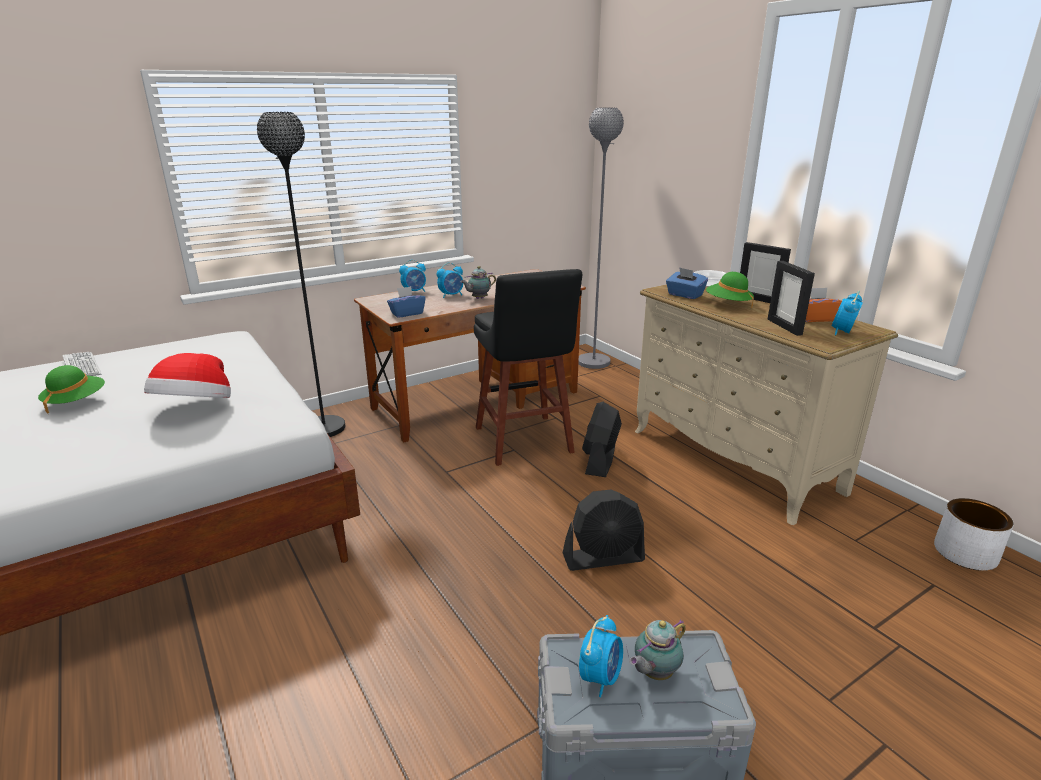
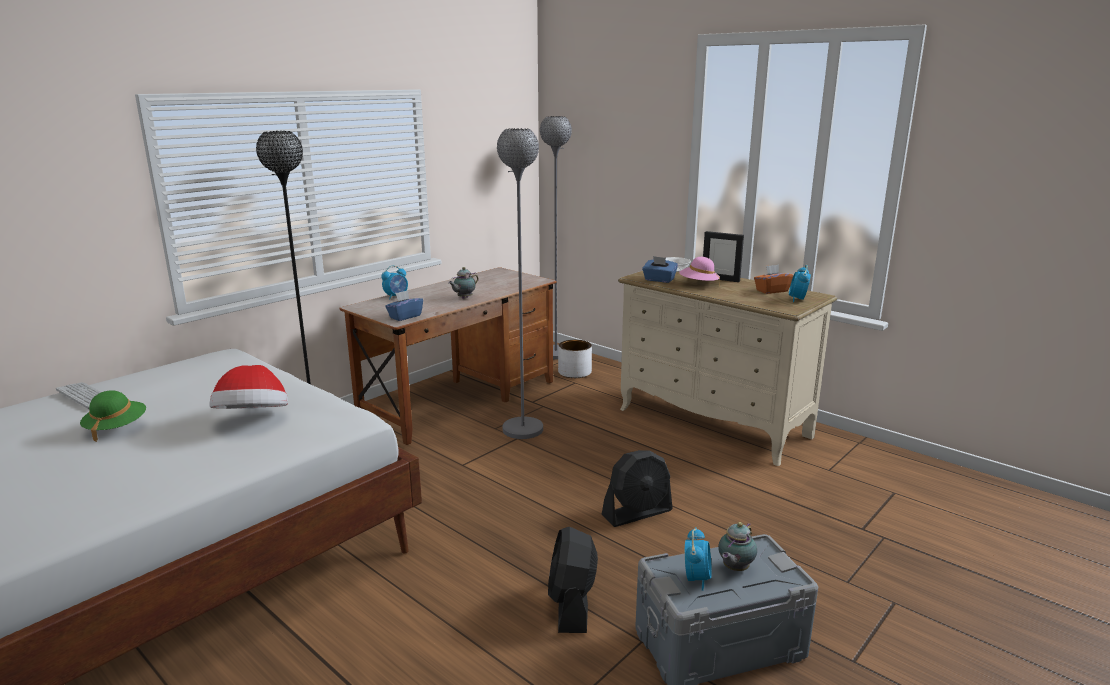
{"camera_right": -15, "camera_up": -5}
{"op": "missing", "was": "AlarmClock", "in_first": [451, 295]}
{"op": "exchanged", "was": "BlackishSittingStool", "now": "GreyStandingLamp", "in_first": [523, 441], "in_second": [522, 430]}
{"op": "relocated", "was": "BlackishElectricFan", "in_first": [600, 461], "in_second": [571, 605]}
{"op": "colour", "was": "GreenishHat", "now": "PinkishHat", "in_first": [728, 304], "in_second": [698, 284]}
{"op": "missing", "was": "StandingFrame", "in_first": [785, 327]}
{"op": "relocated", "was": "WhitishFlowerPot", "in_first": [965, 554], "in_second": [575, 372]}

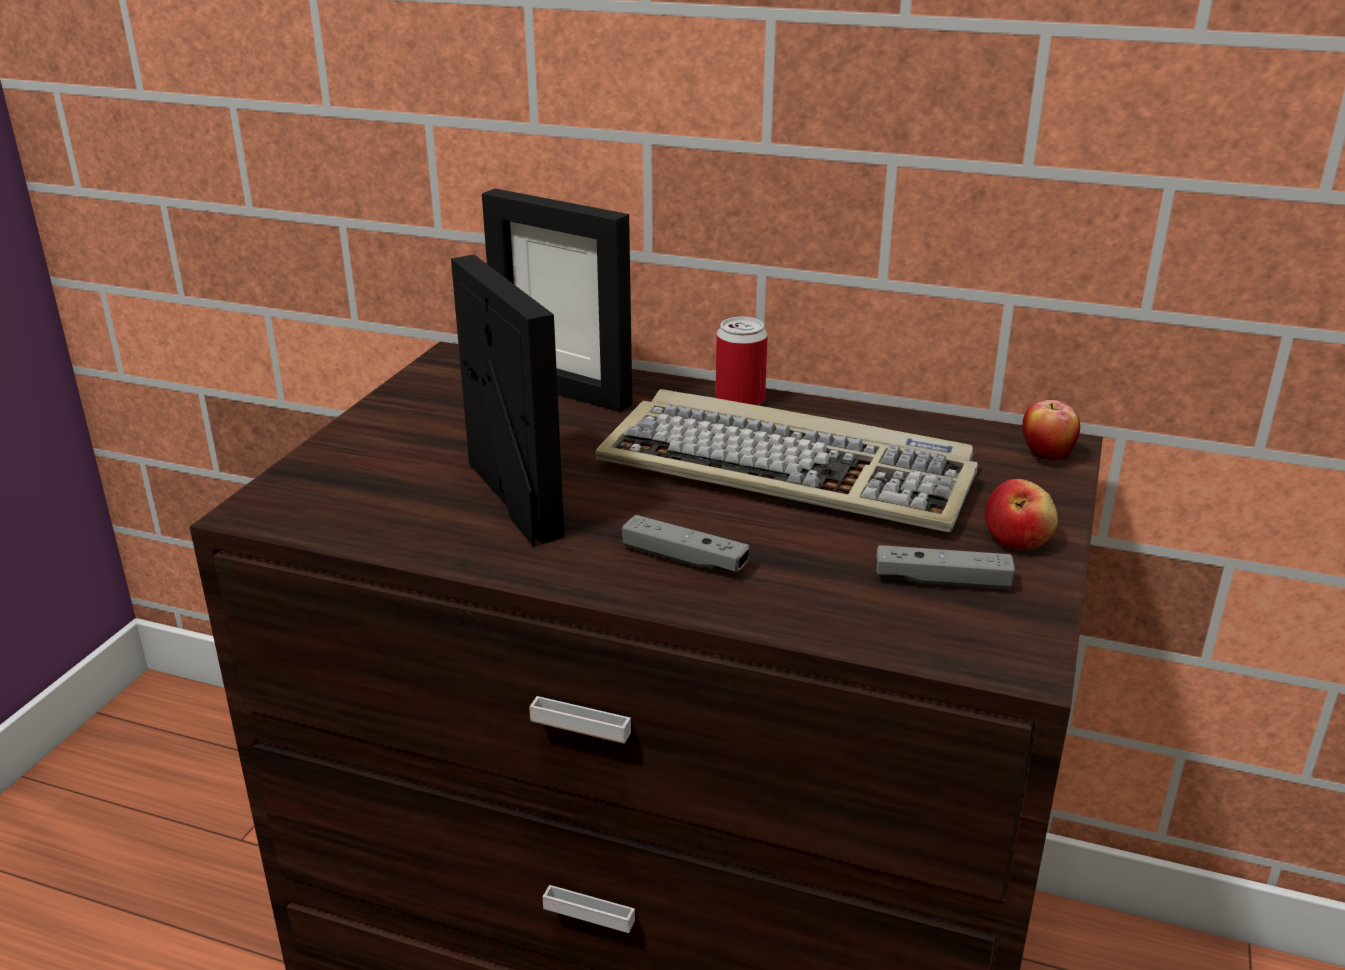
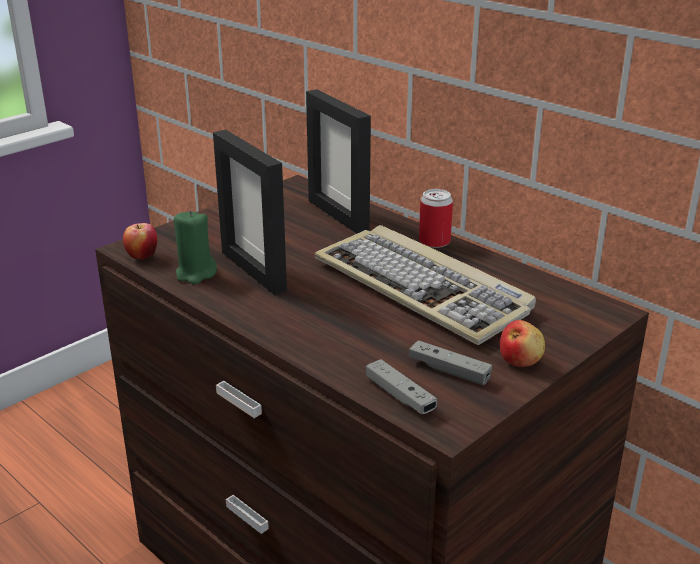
{"camera_right": 25, "camera_up": 0}
{"op": "spun", "was": "StandingFrame", "in_first": [510, 500], "in_second": [255, 270], "clockwise": 150}
{"op": "relocated", "was": "GreyGameController", "in_first": [684, 558], "in_second": [400, 396]}
{"op": "relocated", "was": "AppleFruit", "in_first": [1045, 457], "in_second": [142, 257]}
{"op": "appeared", "now": "GreenishWaxLight", "in_second": [196, 274]}

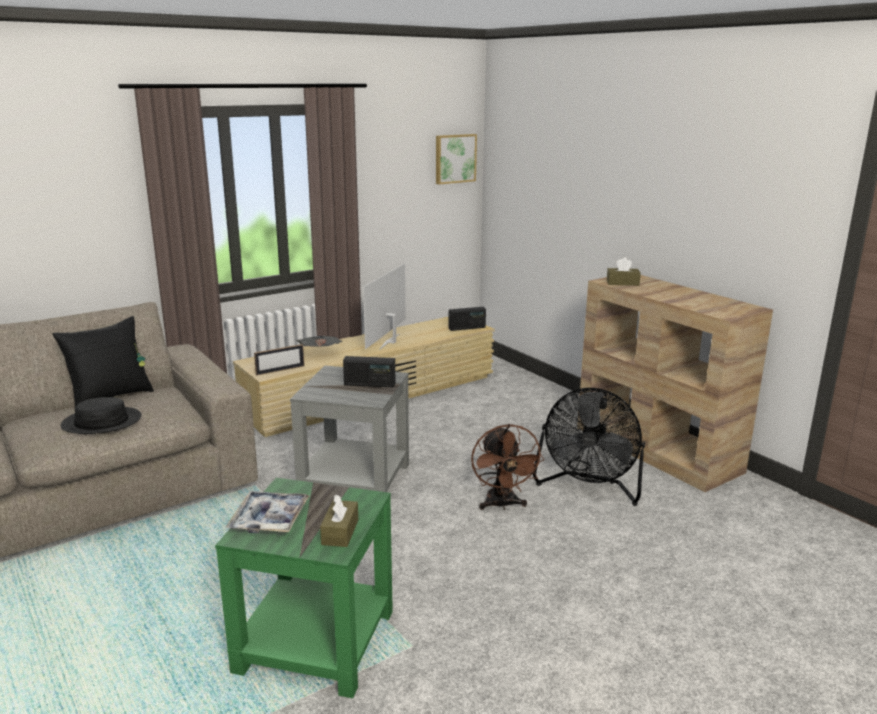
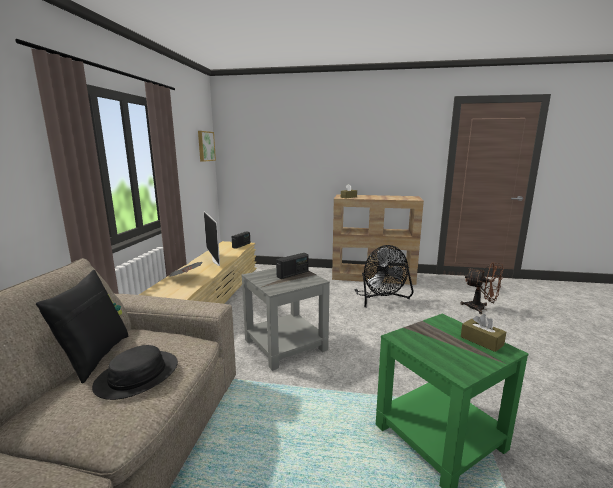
{"camera_right": -45, "camera_up": -5}
{"op": "missing", "was": "ServingTray", "in_first": [269, 519]}
{"op": "missing", "was": "StandingFrame", "in_first": [280, 370]}
{"op": "relocated", "was": "BrownishElectricFan", "in_first": [502, 505], "in_second": [481, 309]}

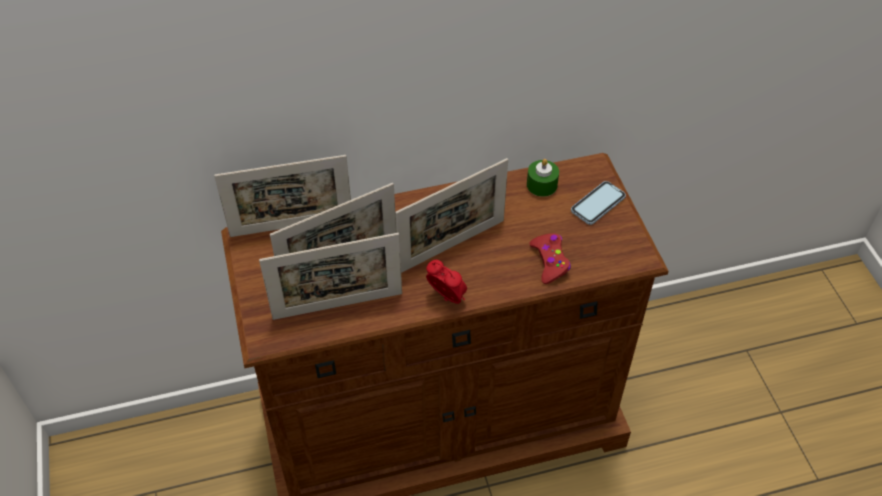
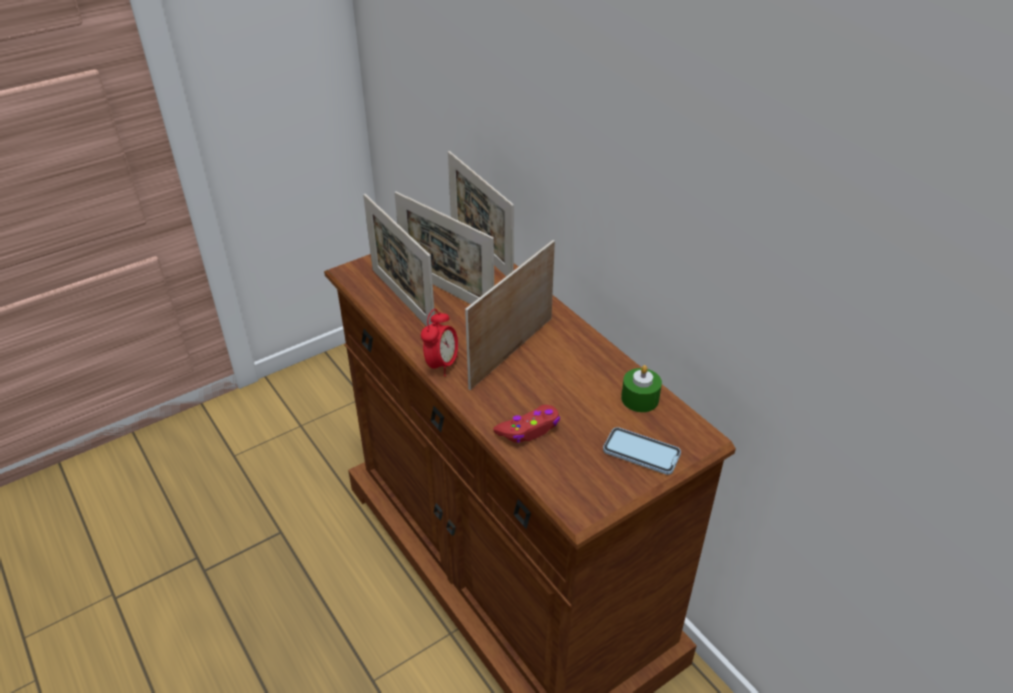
{"camera_right": 70, "camera_up": -10}
{"op": "spun", "was": "StandingFrame", "in_first": [452, 246], "in_second": [511, 352], "clockwise": 90}

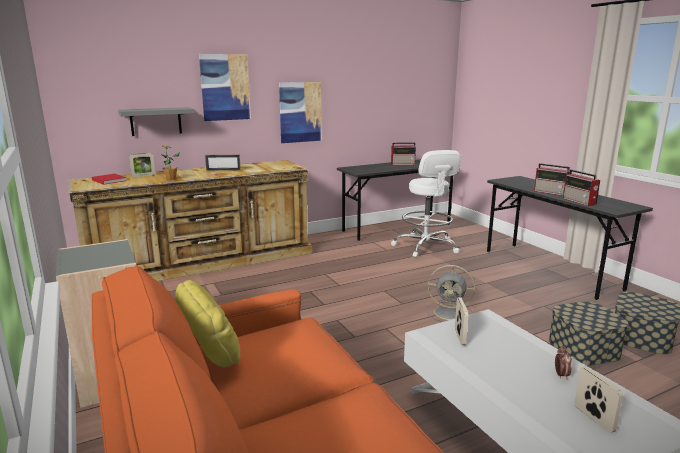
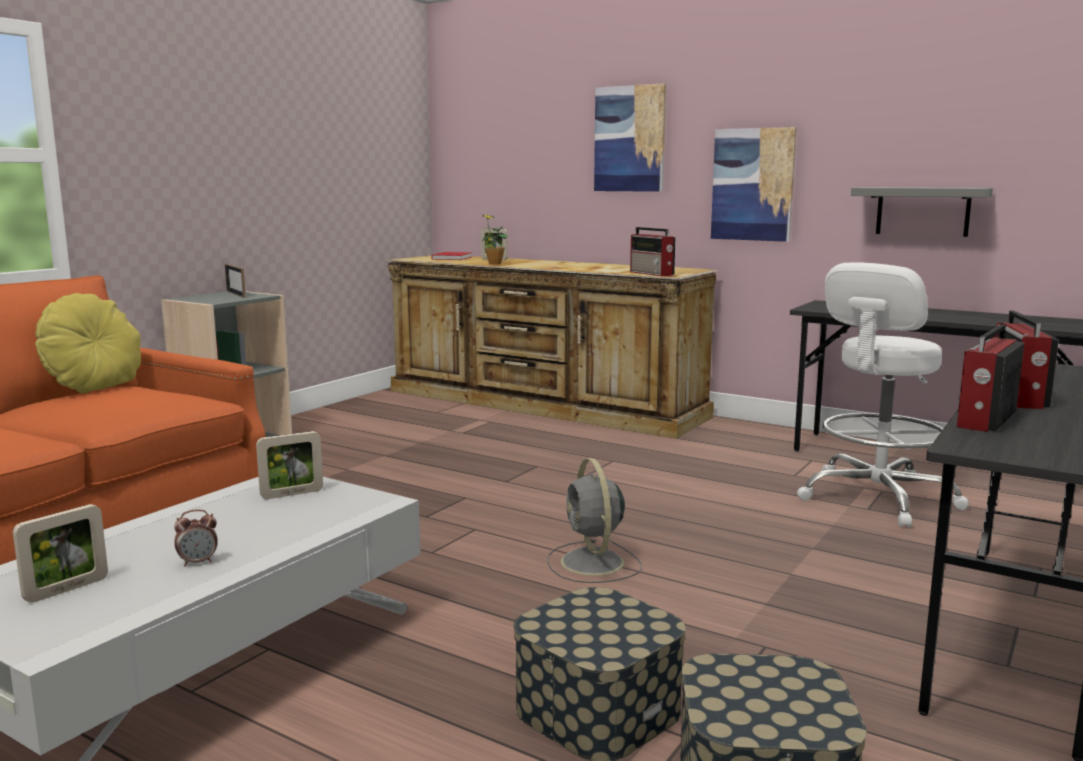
{"camera_right": 60, "camera_up": -5}
{"op": "relocated", "was": "GreyBracketShelf", "in_first": [156, 121], "in_second": [922, 211]}
{"op": "relocated", "was": "StandingFrame", "in_first": [223, 170], "in_second": [236, 294]}
{"op": "relocated", "was": "RadioReceiver", "in_first": [403, 164], "in_second": [652, 273]}

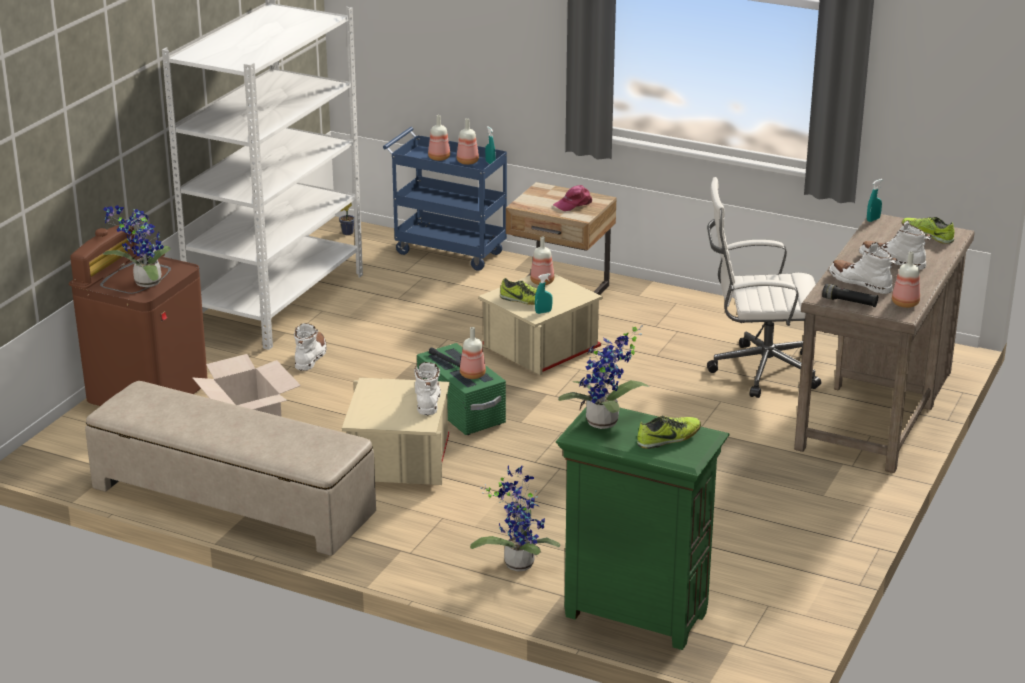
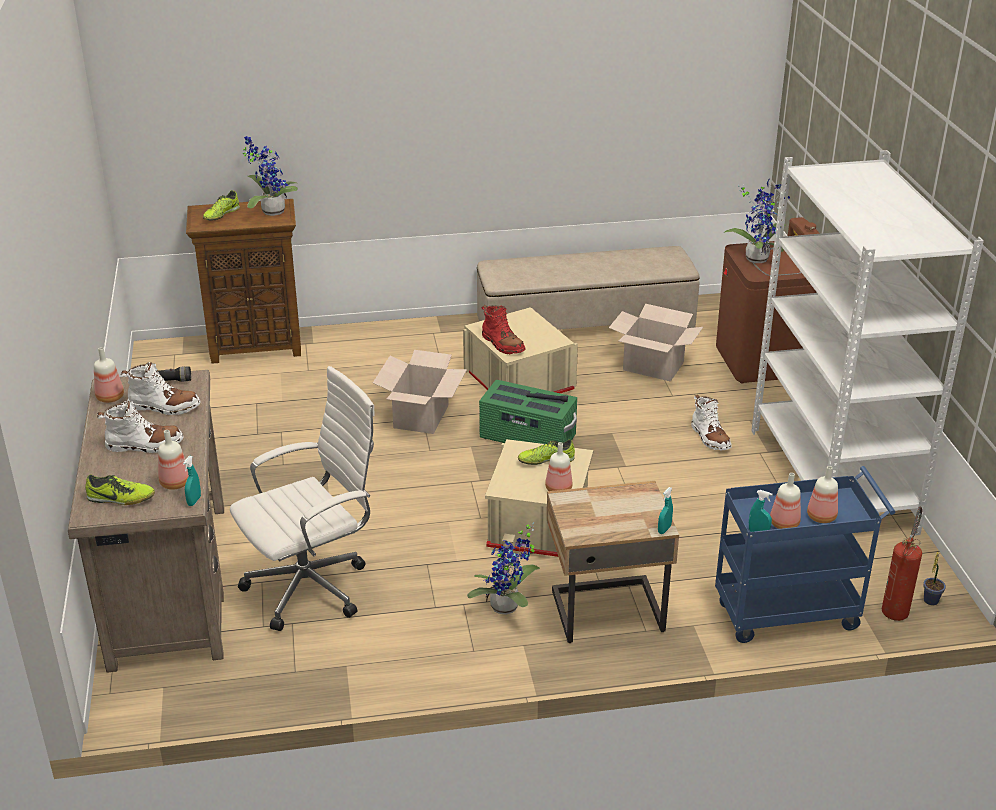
{"camera_right": 145, "camera_up": 5}
{"op": "colour", "was": "WhitishTallBoot", "now": "ReddishTallBoot", "in_first": [427, 399], "in_second": [502, 344]}
{"op": "relocated", "was": "Bottle", "in_first": [471, 375], "in_second": [176, 483]}
{"op": "relocated", "was": "PottedPlant", "in_first": [518, 562], "in_second": [507, 608]}
{"op": "relocated", "was": "TurquoiseSprayer", "in_first": [543, 312], "in_second": [664, 529]}
{"op": "missing", "was": "PinkishPeakedCap", "in_first": [573, 204]}
{"op": "colour", "was": "GreenishCupboard", "now": "BrownishCupboard", "in_first": [633, 615], "in_second": [257, 347]}
{"op": "appeared", "now": "PackingBox", "in_second": [420, 416]}
{"op": "appeared", "now": "Extinguisher", "in_second": [896, 608]}

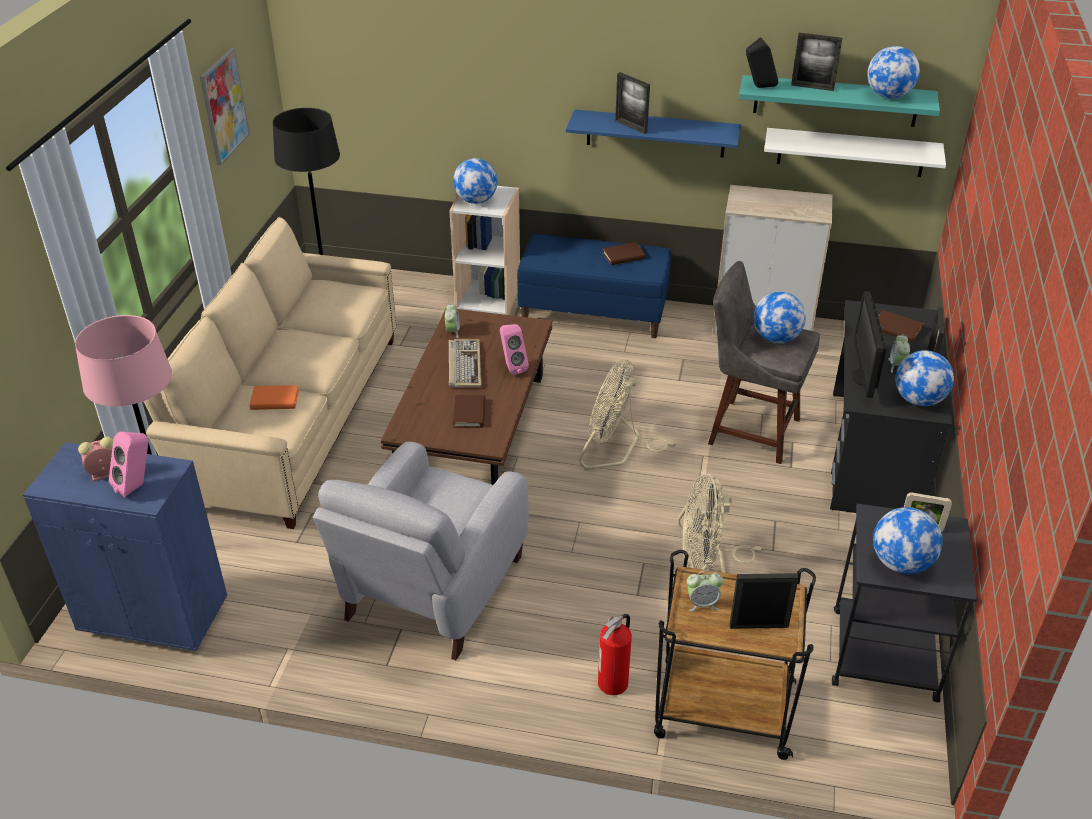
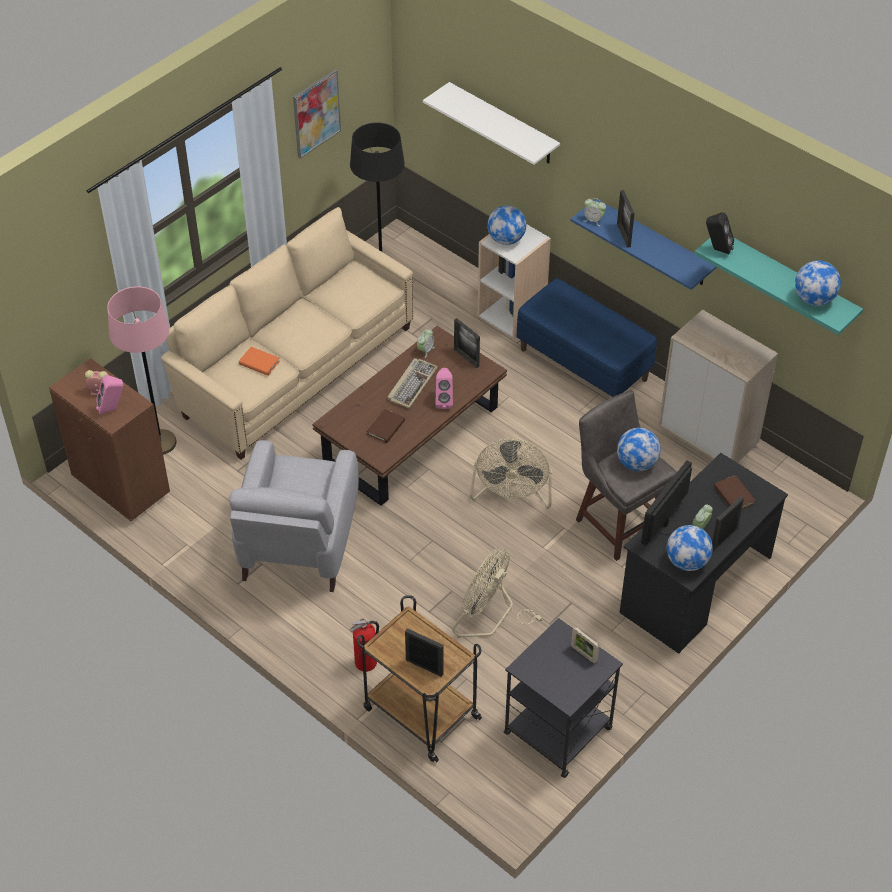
{"camera_right": 30, "camera_up": 10}
{"op": "colour", "was": "BlueColouredCupboard", "now": "BrownishCupboard", "in_first": [152, 619], "in_second": [120, 487]}
{"op": "spun", "was": "GreyArmchair", "in_first": [431, 592], "in_second": [297, 547], "clockwise": -45}
{"op": "spun", "was": "BeigeColouredElectricFan", "in_first": [620, 445], "in_second": [509, 492], "clockwise": -135}
{"op": "missing", "was": "BrownishVolume", "in_first": [623, 256]}
{"op": "relocated", "was": "AlarmClock", "in_first": [702, 603], "in_second": [593, 220]}
{"op": "relocated", "was": "WhitishBracketShelf", "in_first": [851, 152], "in_second": [503, 124]}
{"op": "relocated", "was": "StandingFrame", "in_first": [812, 87], "in_second": [466, 358]}
{"op": "missing", "was": "DeskGlobe", "in_first": [901, 563]}

